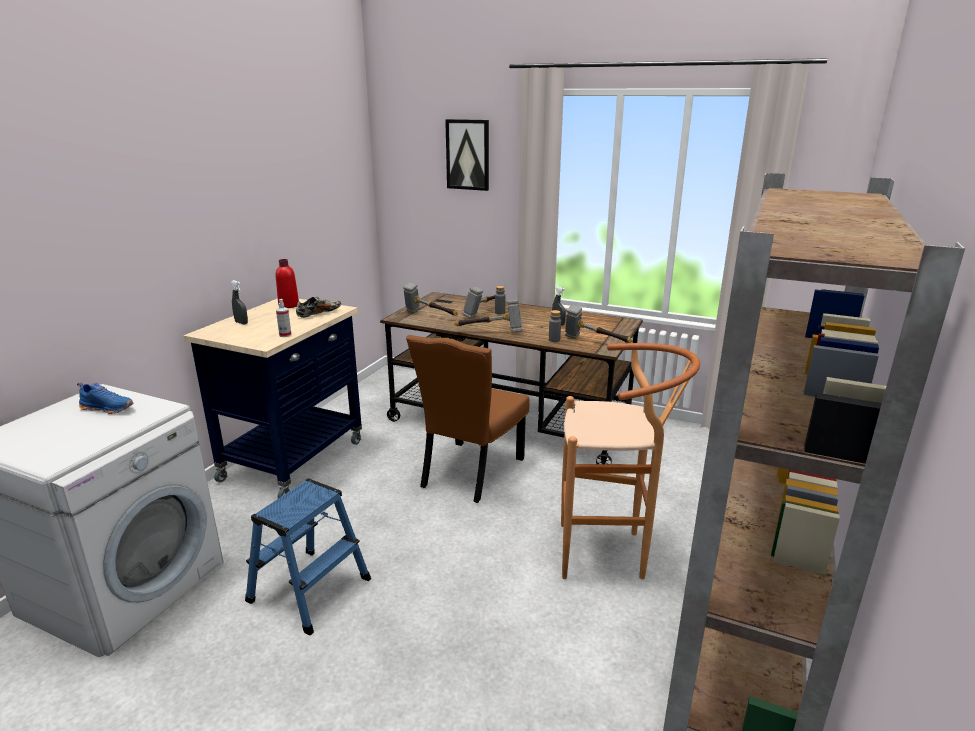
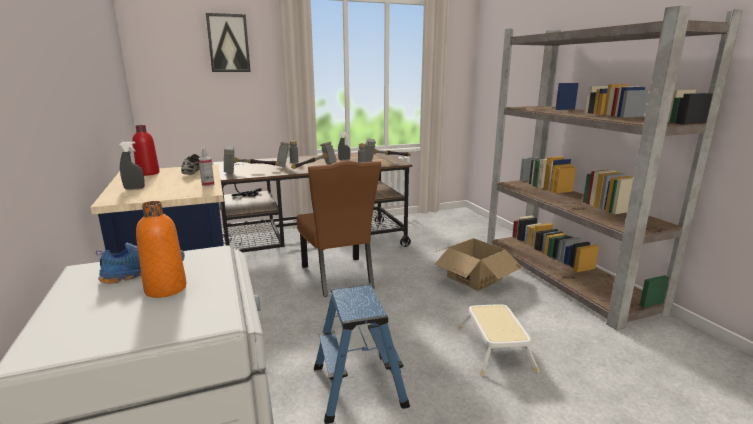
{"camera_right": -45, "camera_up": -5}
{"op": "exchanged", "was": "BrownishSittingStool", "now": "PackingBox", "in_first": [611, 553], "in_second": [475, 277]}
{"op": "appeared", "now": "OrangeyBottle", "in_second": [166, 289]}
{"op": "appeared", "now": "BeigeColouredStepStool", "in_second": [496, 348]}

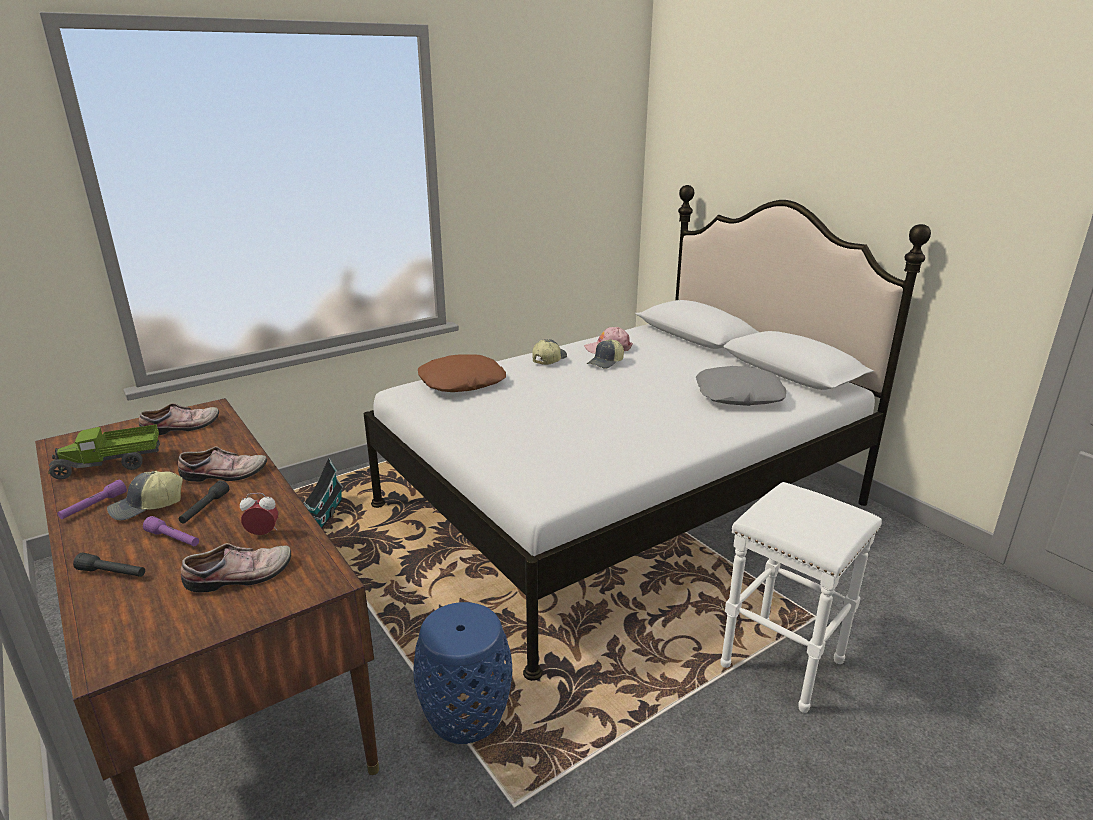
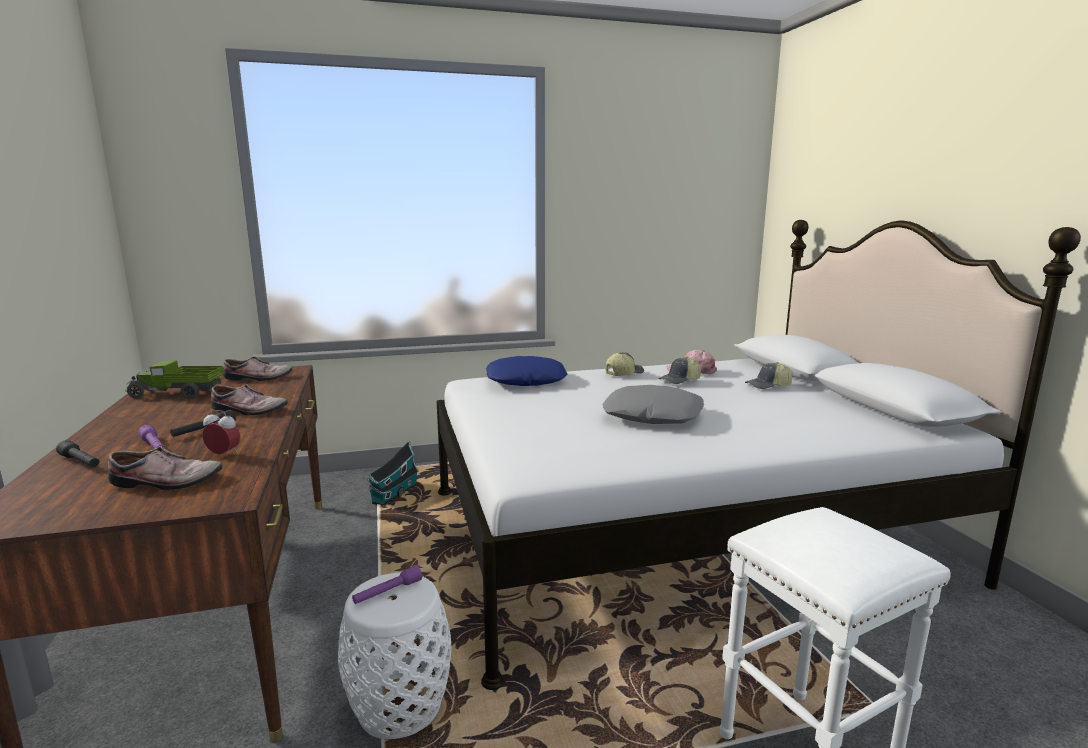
{"camera_right": 20, "camera_up": -10}
{"op": "relocated", "was": "PurpleTorch", "in_first": [94, 506], "in_second": [387, 592]}
{"op": "relocated", "was": "PeakedCap", "in_first": [147, 507], "in_second": [768, 386]}
{"op": "colour", "was": "BlueColouredSittingStool", "now": "WhitishSittingStool", "in_first": [466, 715], "in_second": [400, 707]}
{"op": "colour", "was": "BrownishCushion", "now": "BlueColouredCushion", "in_first": [461, 382], "in_second": [526, 380]}
{"op": "relocated", "was": "GreyCushion", "in_first": [739, 395], "in_second": [652, 416]}

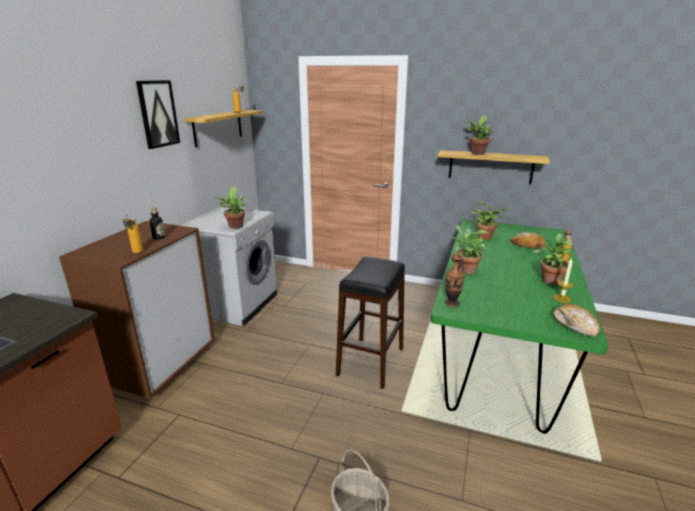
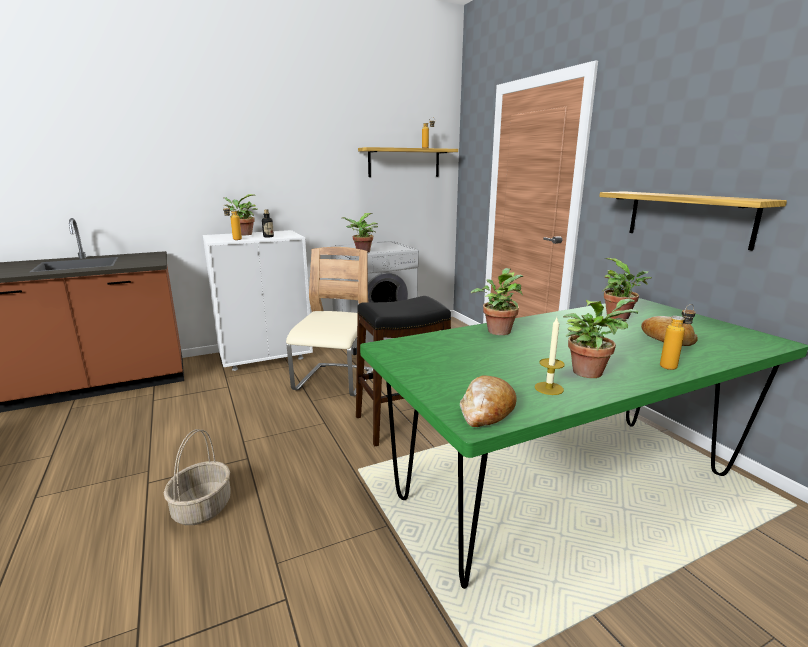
{"camera_right": 45, "camera_up": -5}
{"op": "colour", "was": "BrownishCupboard", "now": "WhitishCupboard", "in_first": [161, 366], "in_second": [266, 357]}
{"op": "missing", "was": "Picture", "in_first": [158, 114]}
{"op": "missing", "was": "Vase", "in_first": [451, 303]}
{"op": "relocated", "was": "PottedPlant", "in_first": [477, 154], "in_second": [242, 234]}
{"op": "appeared", "now": "BeigeColouredUprightChair", "in_second": [335, 381]}

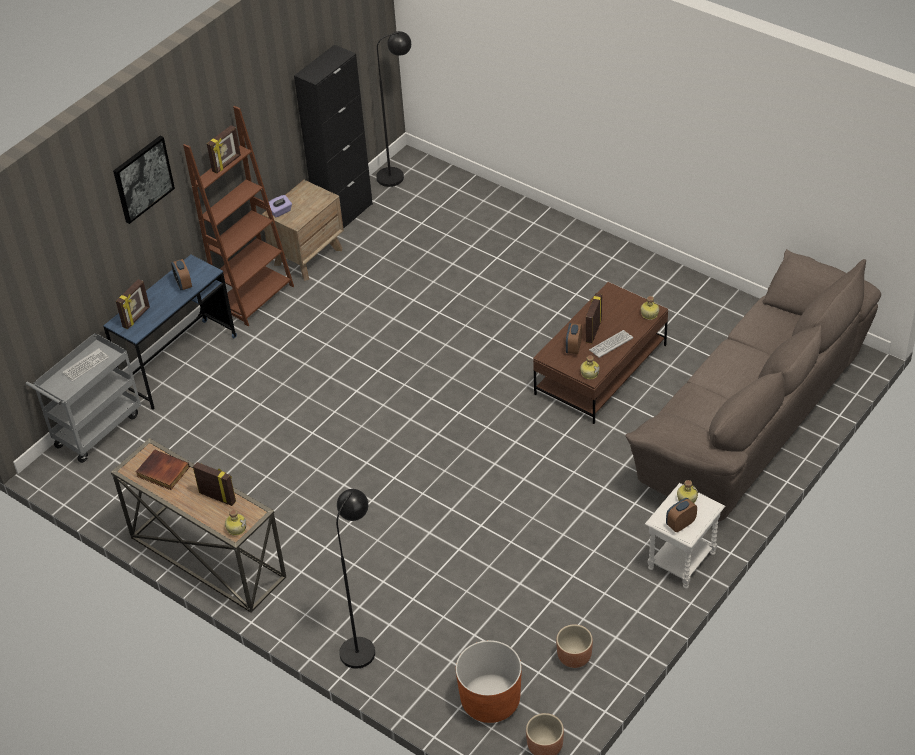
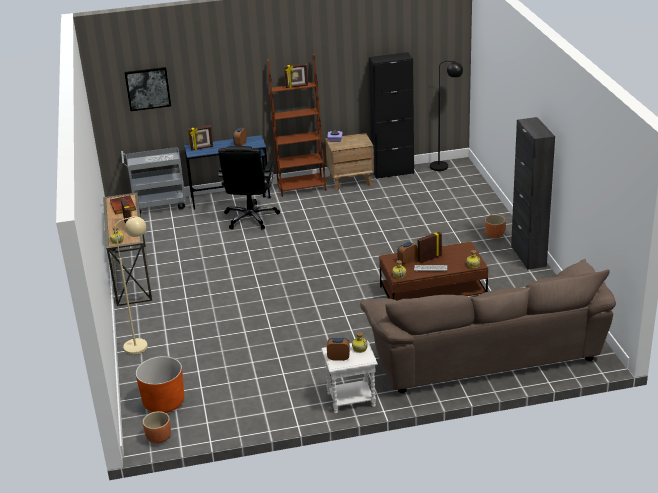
{"camera_right": 40, "camera_up": -15}
{"op": "relocated", "was": "Picture", "in_first": [143, 179], "in_second": [148, 88]}
{"op": "colour", "was": "BlackishStandingLamp", "now": "BeigeColouredStandingLamp", "in_first": [362, 645], "in_second": [143, 345]}
{"op": "relocated", "was": "BrownishFlowerPot", "in_first": [574, 657], "in_second": [495, 235]}
{"op": "appeared", "now": "BlackishComputerChair", "in_second": [251, 217]}
{"op": "appeared", "now": "BlackishCupboard", "in_second": [528, 256]}

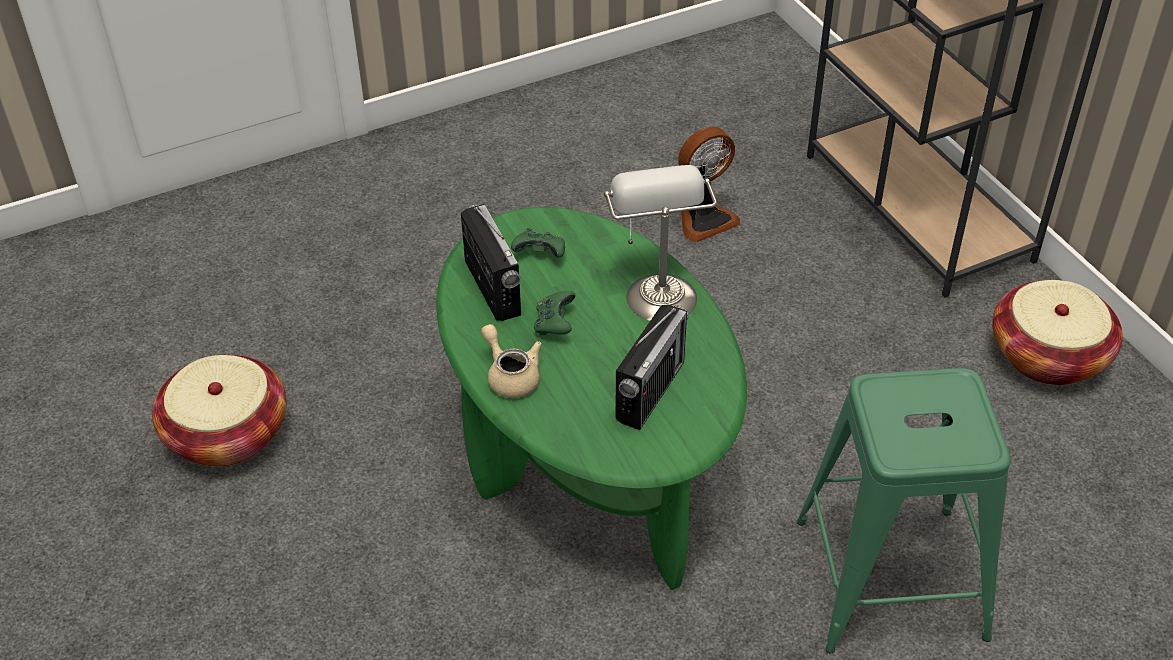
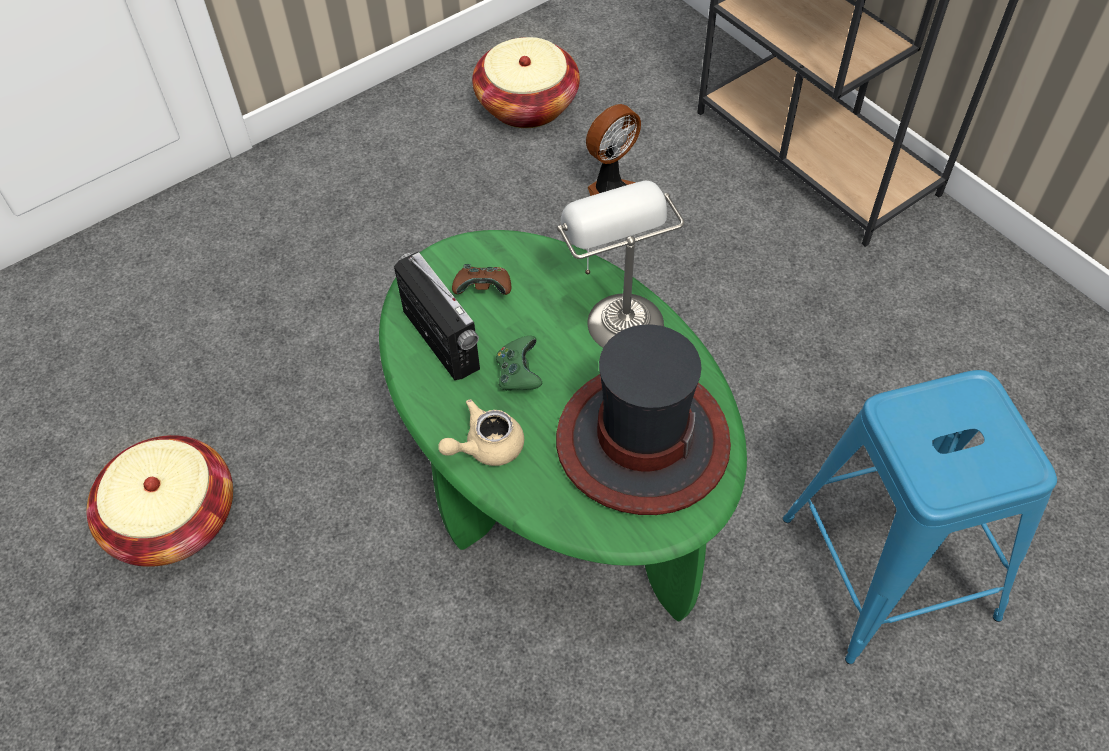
{"camera_right": -10, "camera_up": 10}
{"op": "spun", "was": "BeigeColouredPotForTea", "in_first": [511, 376], "in_second": [486, 447], "clockwise": -75}
{"op": "colour", "was": "GreenishGameController", "now": "BrownishGameController", "in_first": [541, 254], "in_second": [484, 290]}
{"op": "exchanged", "was": "RadioReceiver", "now": "Hat", "in_first": [650, 391], "in_second": [641, 441]}
{"op": "colour", "was": "GreenishSittingStool", "now": "BlueColouredSittingStool", "in_first": [889, 579], "in_second": [888, 568]}
{"op": "relocated", "was": "HouseholdBasket", "in_first": [1048, 356], "in_second": [527, 105]}

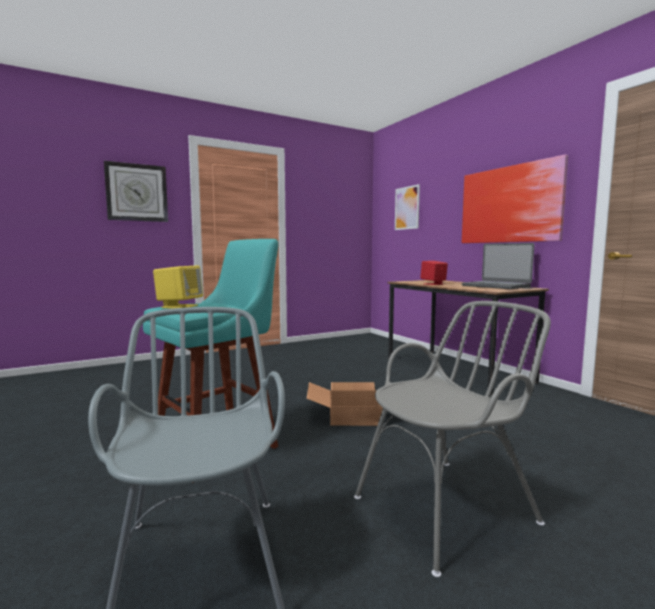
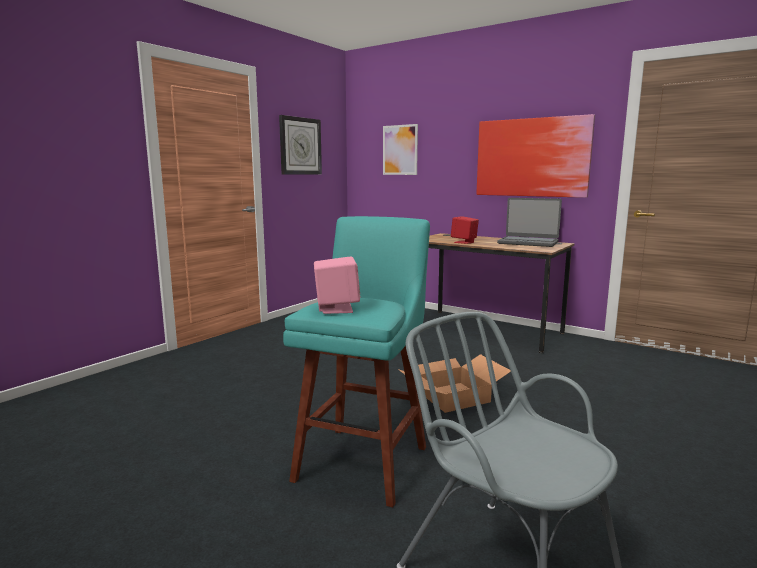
{"camera_right": -25, "camera_up": 5}
{"op": "relocated", "was": "WallClock", "in_first": [137, 192], "in_second": [300, 146]}
{"op": "colour", "was": "YellowColouredAudioSpeaker", "now": "PinkishAudioSpeaker", "in_first": [179, 306], "in_second": [336, 309]}
{"op": "missing", "was": "GreyUprightChair", "in_first": [449, 506]}

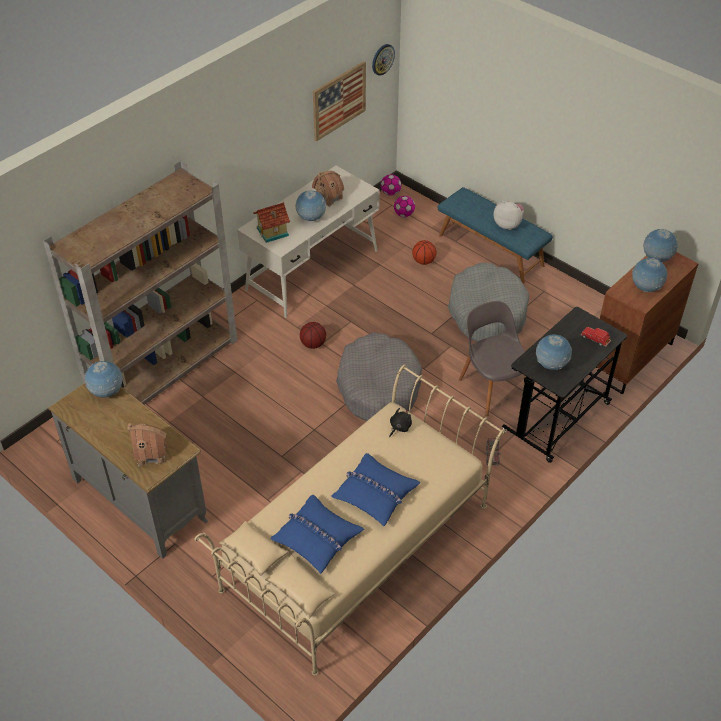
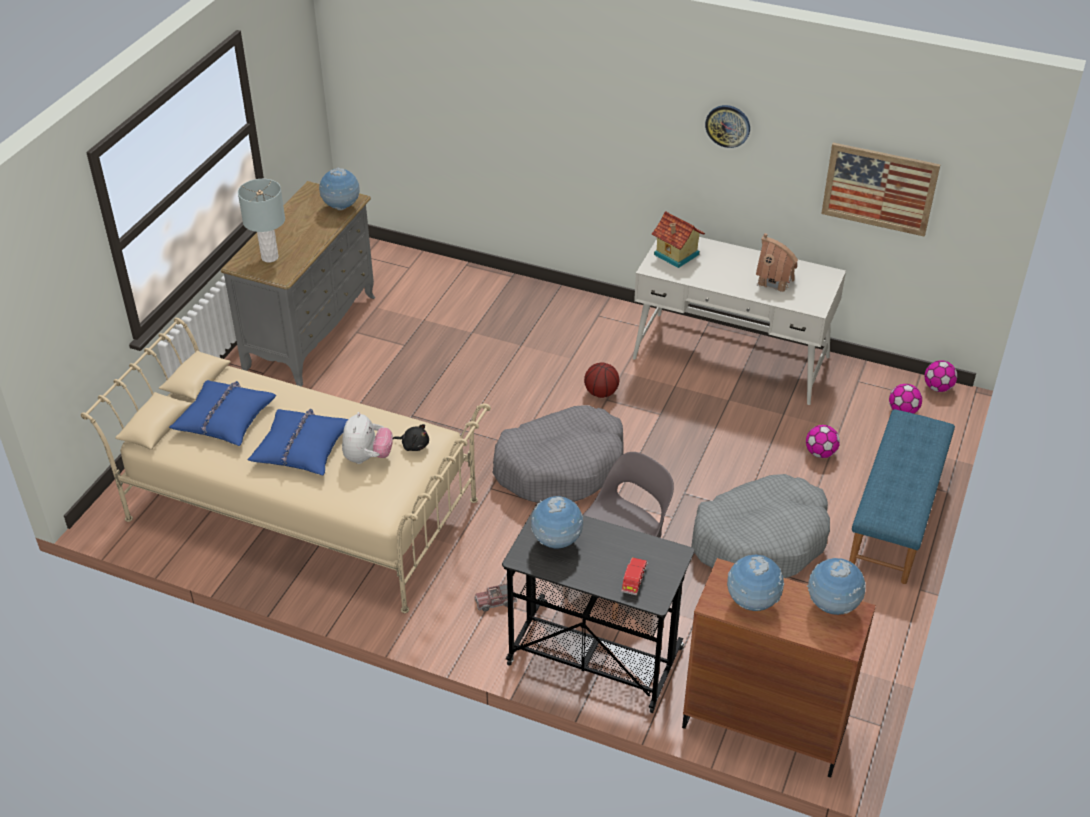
{"camera_right": 70, "camera_up": -5}
{"op": "missing", "was": "BrownishBookshelf", "in_first": [164, 368]}
{"op": "exchanged", "was": "MiniatureHouse", "now": "GreyLampForATable", "in_first": [151, 454], "in_second": [269, 257]}
{"op": "missing", "was": "DeskGlobe", "in_first": [311, 219]}
{"op": "relocated", "was": "WallClock", "in_first": [382, 59], "in_second": [728, 125]}
{"op": "exchanged", "was": "Basketball", "now": "Football", "in_first": [423, 261], "in_second": [820, 453]}
{"op": "relocated", "was": "PlushToy", "in_first": [507, 224], "in_second": [367, 457]}

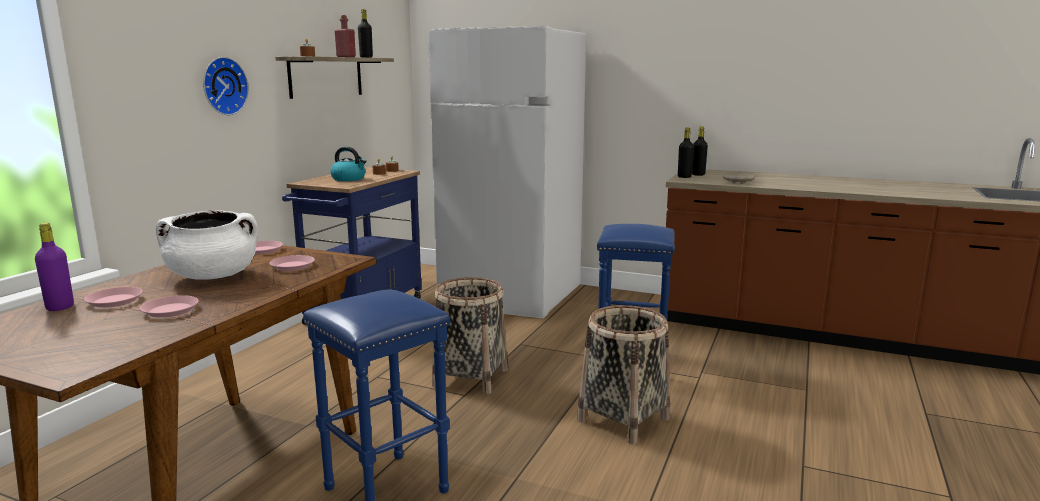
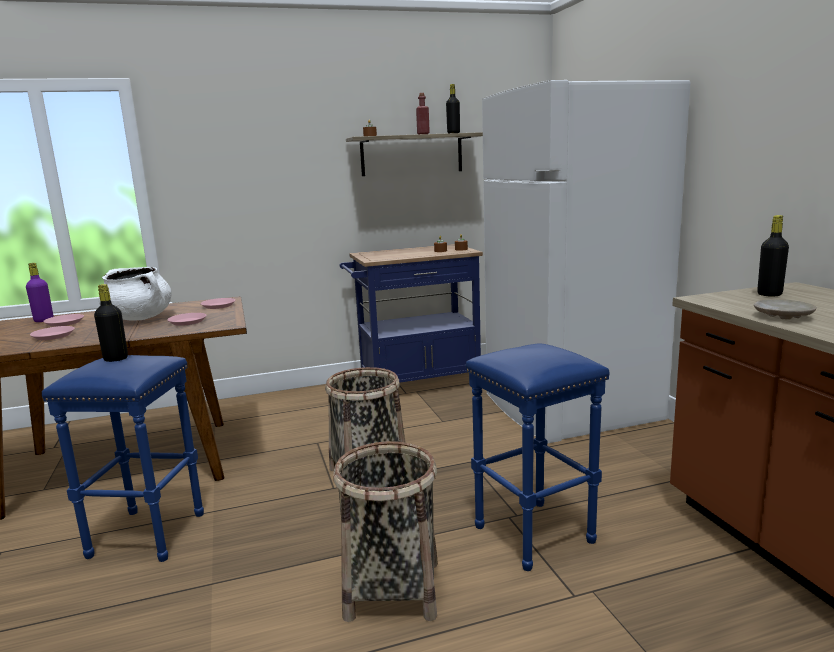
{"camera_right": 50, "camera_up": 0}
{"op": "missing", "was": "WallClock", "in_first": [223, 86]}
{"op": "missing", "was": "WaterKettle", "in_first": [349, 179]}
{"op": "relocated", "was": "BlackishBottle", "in_first": [684, 177], "in_second": [116, 359]}

